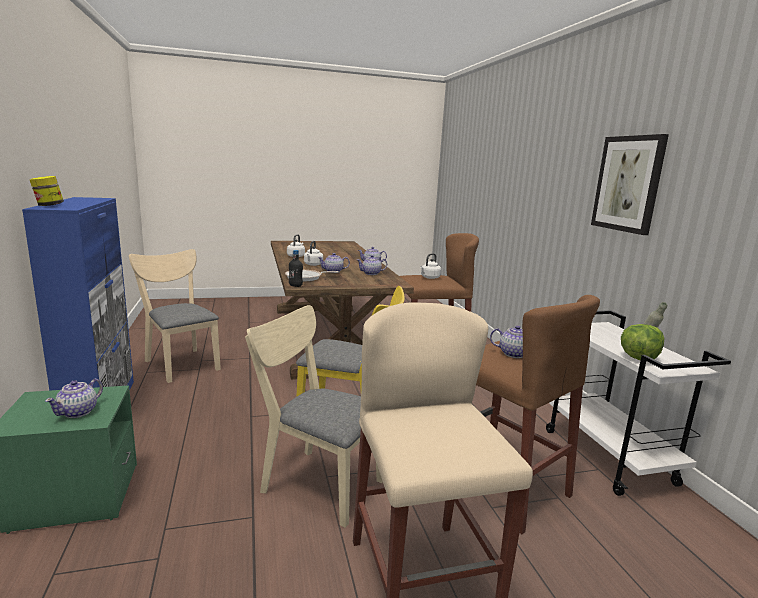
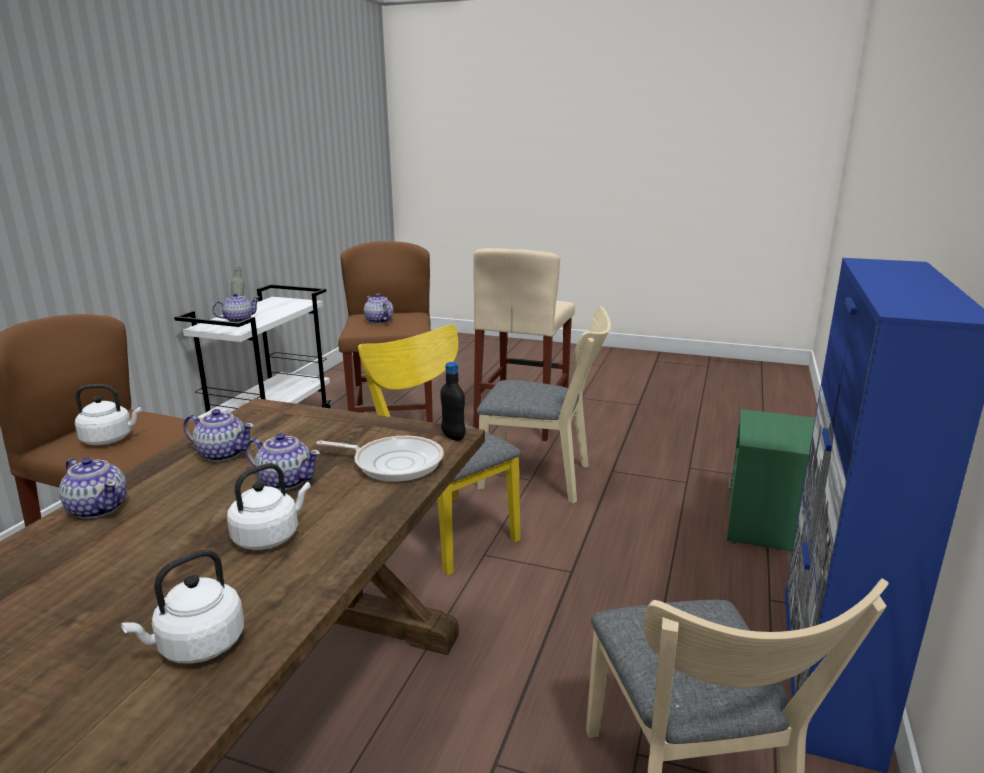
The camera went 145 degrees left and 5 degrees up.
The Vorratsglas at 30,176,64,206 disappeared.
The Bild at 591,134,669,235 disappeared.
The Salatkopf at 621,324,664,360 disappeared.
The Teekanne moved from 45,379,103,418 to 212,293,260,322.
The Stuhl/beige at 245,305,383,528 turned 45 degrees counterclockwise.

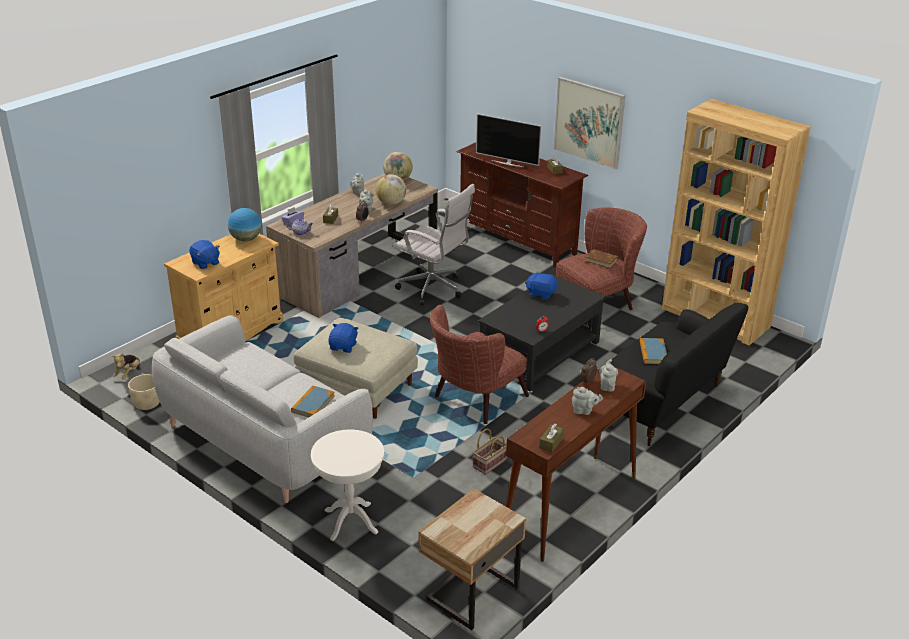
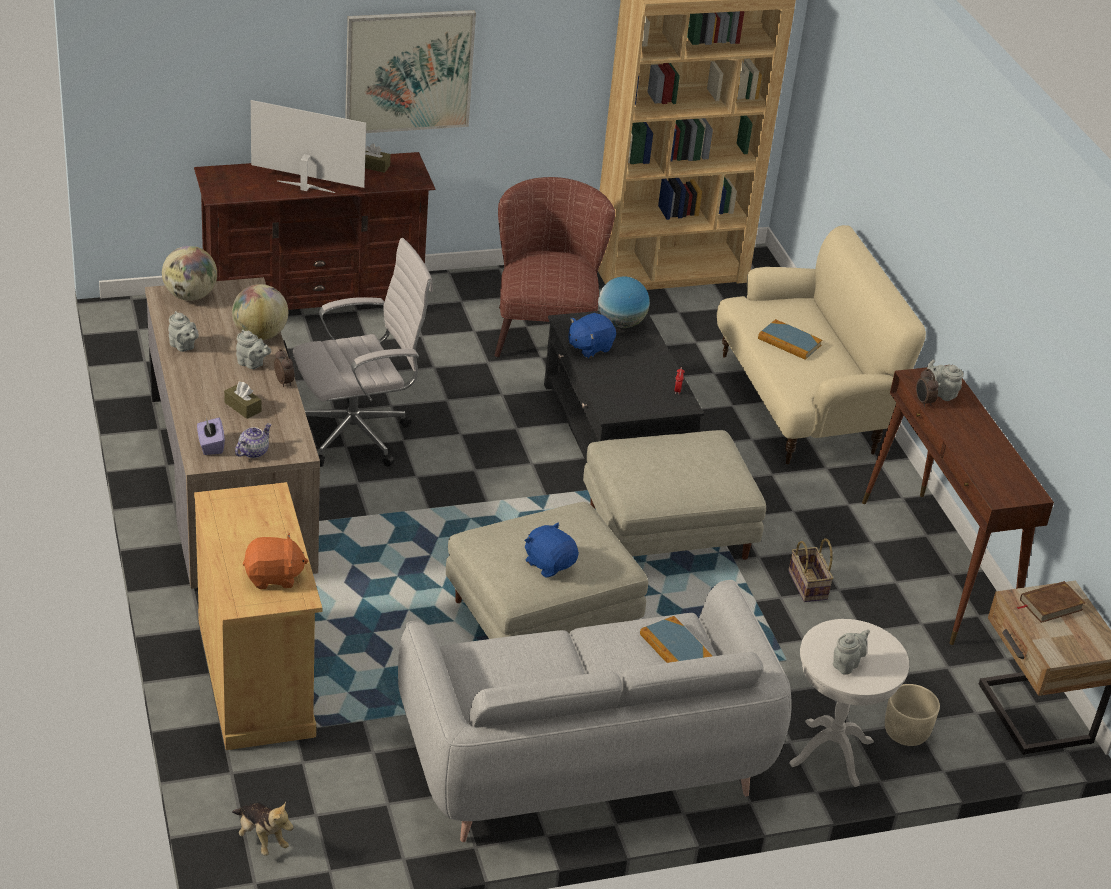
The camera went 60 degrees left and 5 degrees up.
The Taschentuchbox/braun at 539,424,564,452 disappeared.
The Pflanzkübel/beige moved from 128,374,160,410 to 885,684,940,746.
The Globus moved from 228,208,262,241 to 598,276,650,328.
The Teekanne/grau moved from 572,387,603,415 to 833,629,870,675.
The Buch/braun moved from 586,249,618,268 to 1017,581,1085,623.
The Sessel/braun at 430,305,529,424 was replaced by the Polsterhocker/beige at 583,430,766,560.
The Plüschtier/blau at 189,240,220,269 became the Plüschtier/orange at 243,533,308,589.
The Sofa/schwarz at 599,303,748,446 became the Sofa/beige at 717,225,926,465.
The Fernseher at 476,114,541,167 turned 135 degrees counterclockwise.

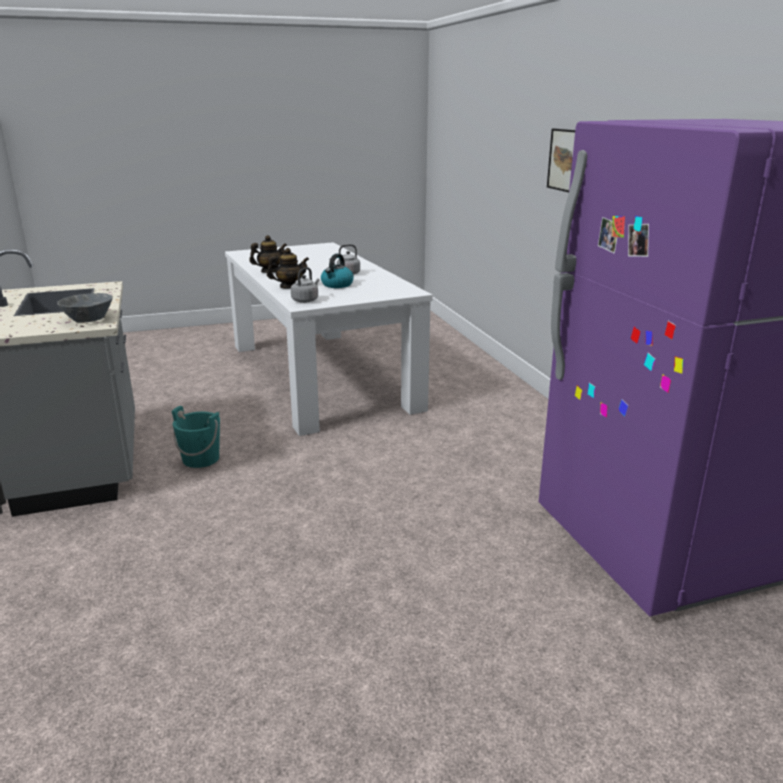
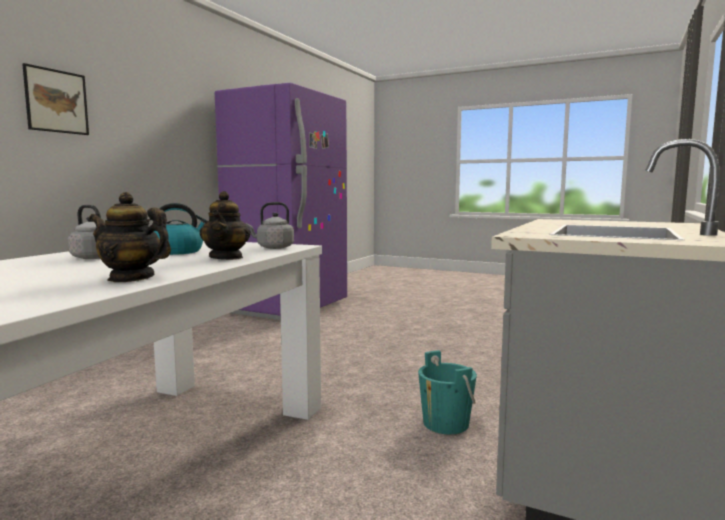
The camera went 135 degrees left and 15 degrees down.
The Schüssel/grau at 57,293,113,323 disappeared.
The Teekanne at 267,248,309,289 turned 120 degrees counterclockwise.

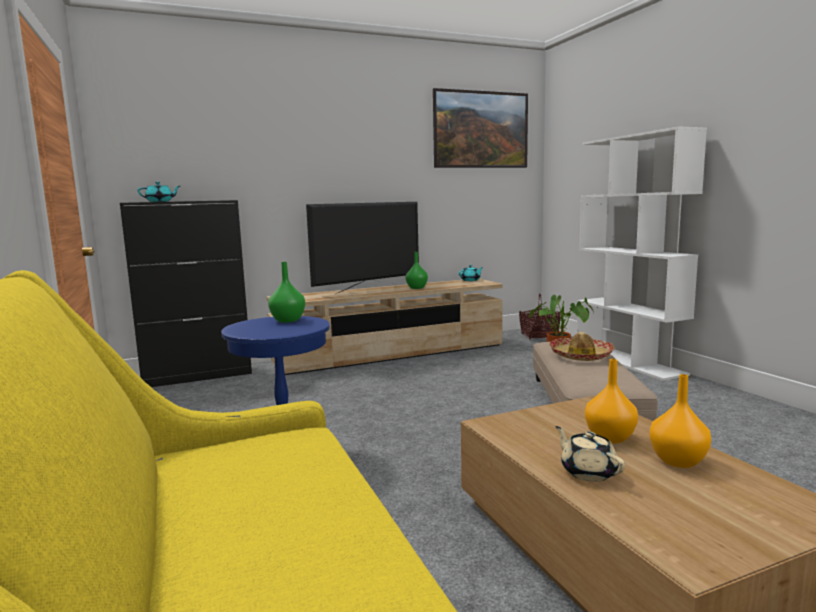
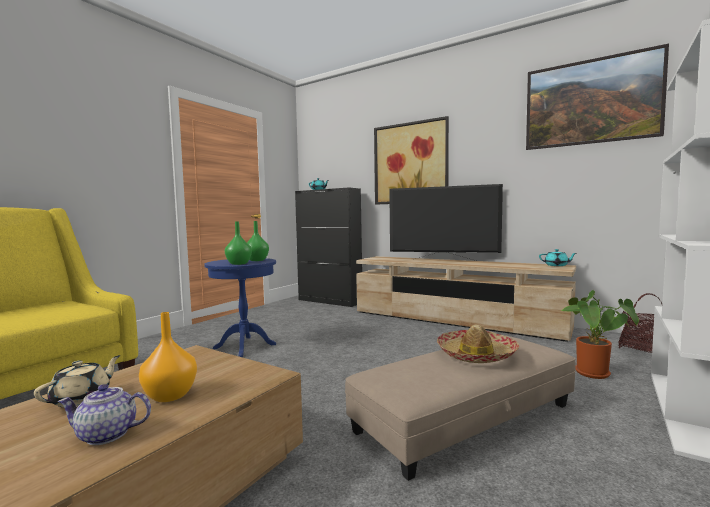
The camera went 55 degrees right and 5 degrees down.
The Bild at 374,116,449,205 appeared.
The Vase/grün moved from 406,252,428,289 to 225,221,252,265.
The Vase/orange at 649,374,711,468 was replaced by the Teekanne at 58,384,151,445.

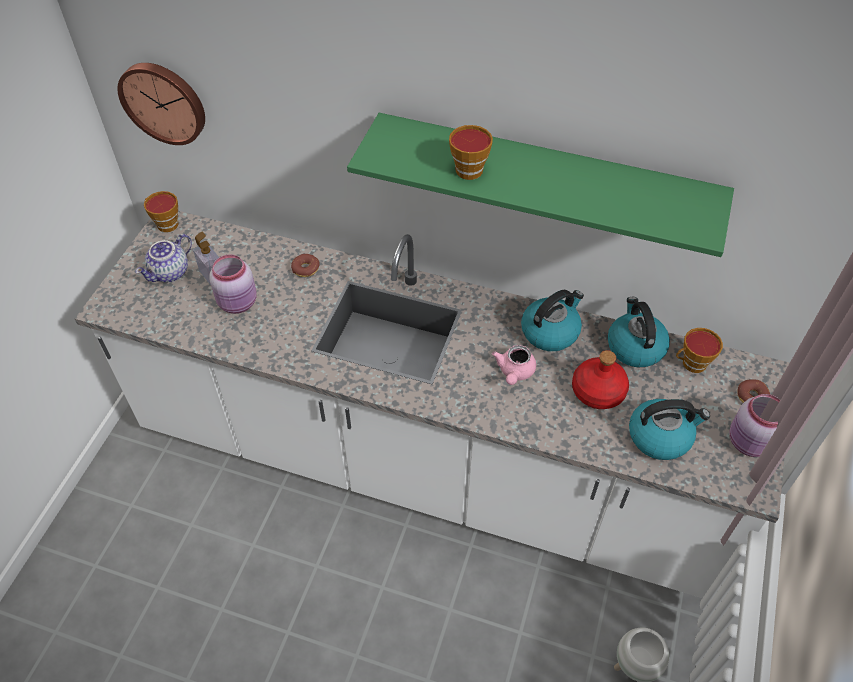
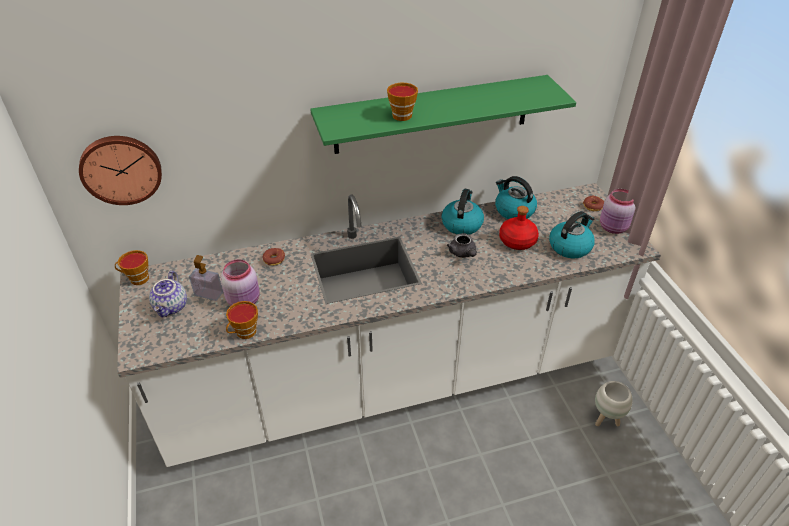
The camera went 35 degrees left and 10 degrees down.
The Tasse moved from 676,328,723,373 to 226,301,258,339.
The Teekanne/rosa at 492,345,536,385 became the Teekanne/grau at 447,233,477,258.

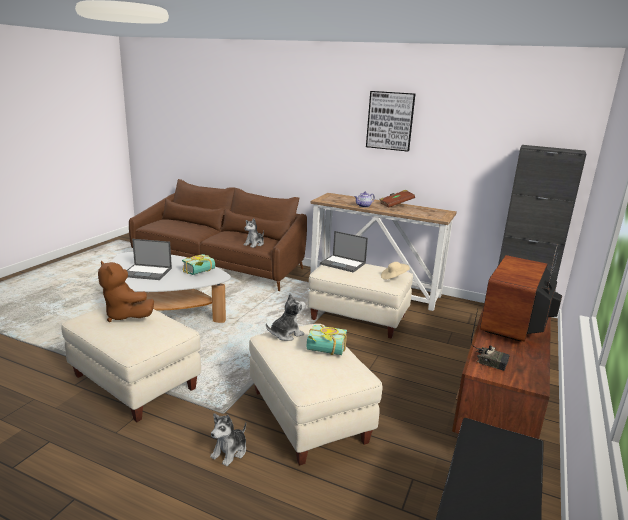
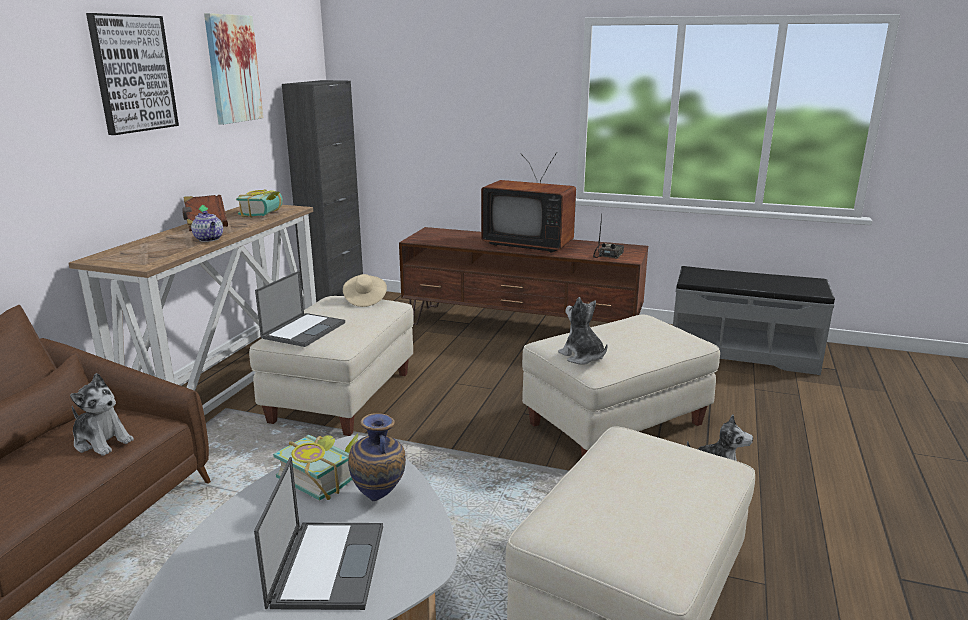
The camera went 95 degrees left and 0 degrees up.
The Plüschtier/braun at 98,260,154,322 disappeared.
The Bild at 204,13,263,125 appeared.
The Vase at 348,413,406,501 appeared.
The Buch moved from 307,324,347,355 to 236,189,283,218.

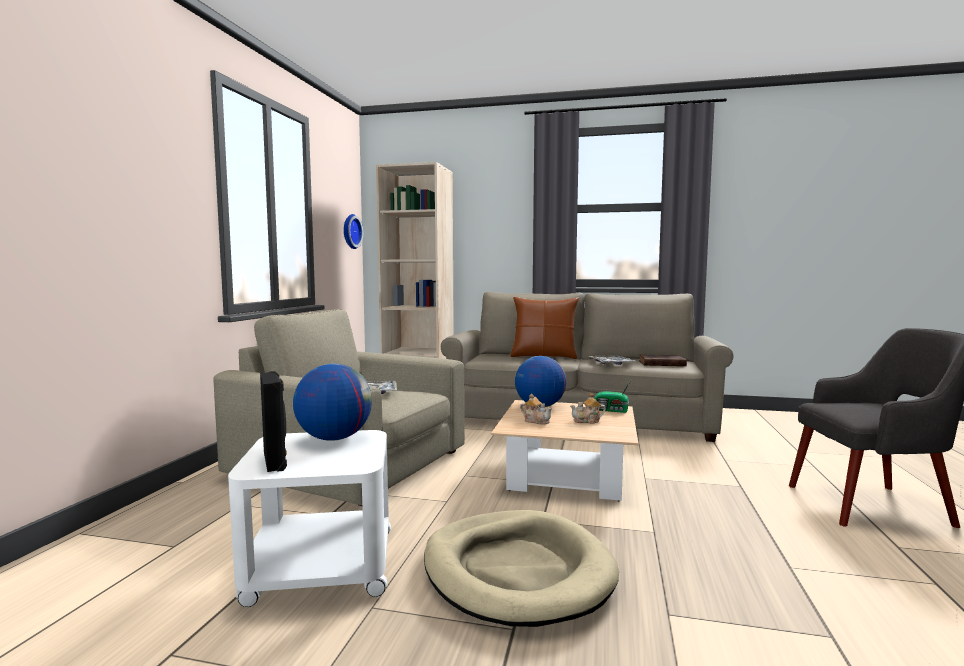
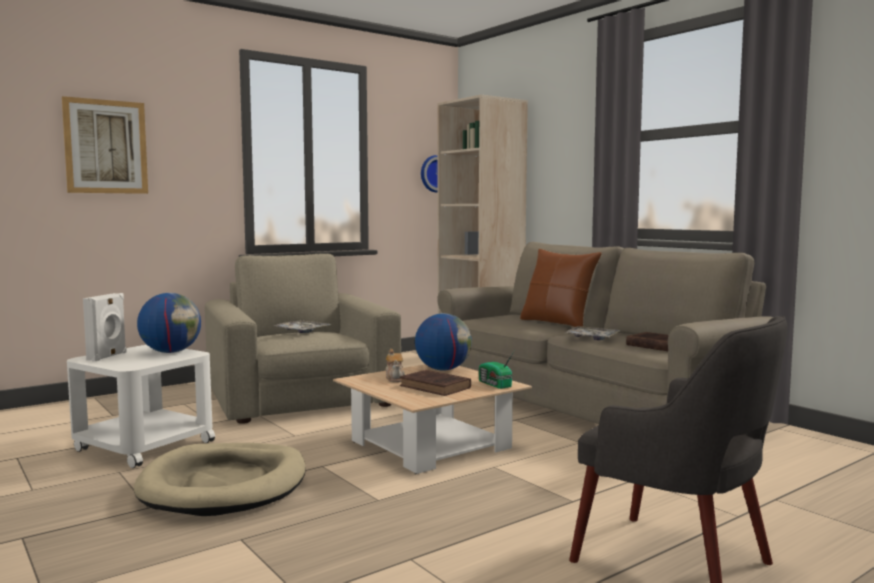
The camera went 40 degrees right and 0 degrees up.
The Bild at 62,96,148,194 appeared.
The Teekanne at 570,393,606,424 was replaced by the Buch/braun at 400,370,471,396.
The Lautsprecher/schwarz at 260,371,287,472 became the Lautsprecher/weiß at 83,293,126,361.

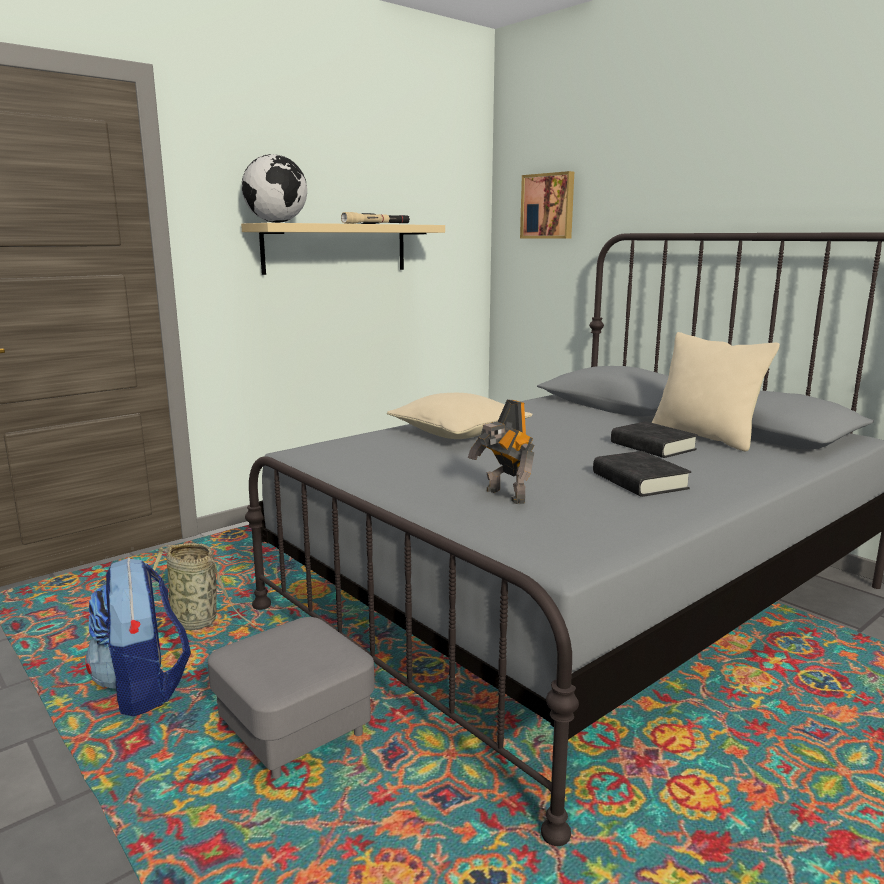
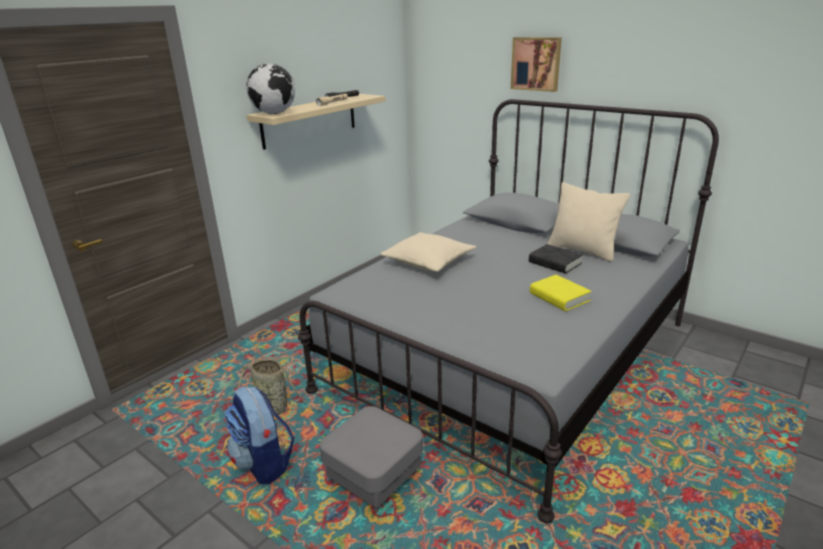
The camera went 10 degrees left and 10 degrees up.
The Spielzeugroboter at 468,399,534,504 disappeared.
The Bild moved from 520,171,574,239 to 511,37,562,92.
The Buch/schwarz at 593,451,691,497 became the Buch/gelb at 530,275,592,311.

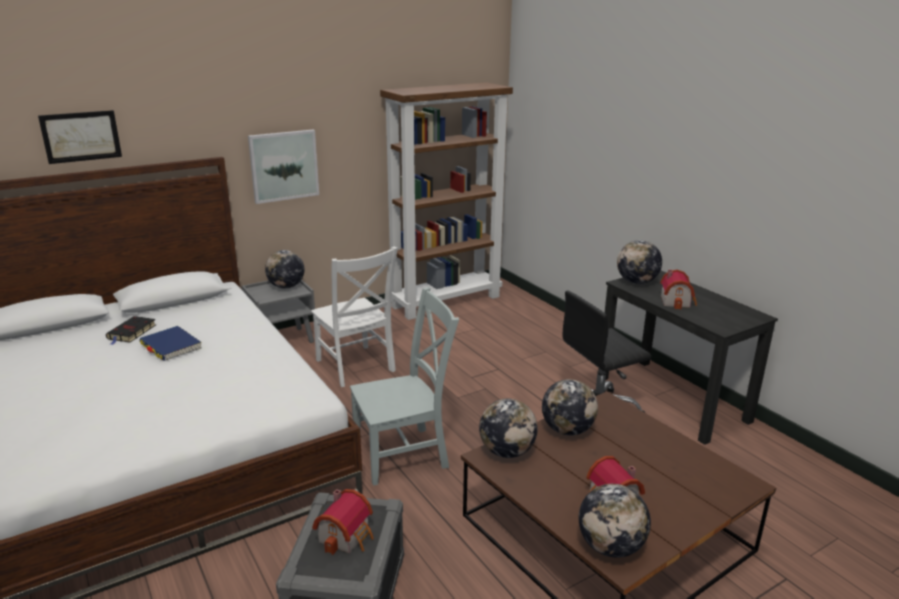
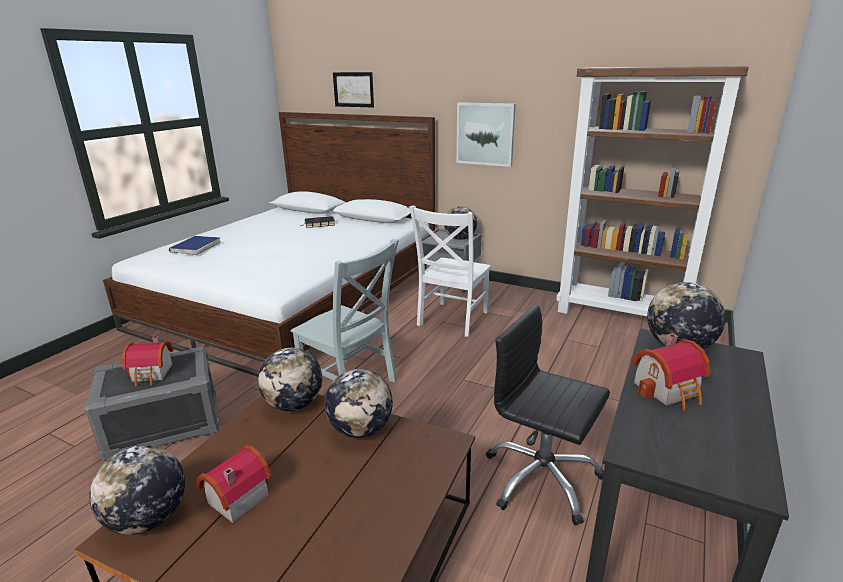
The camera went 60 degrees right and 0 degrees up.
The Buch/blau moved from 139,326,202,361 to 169,236,221,255.

